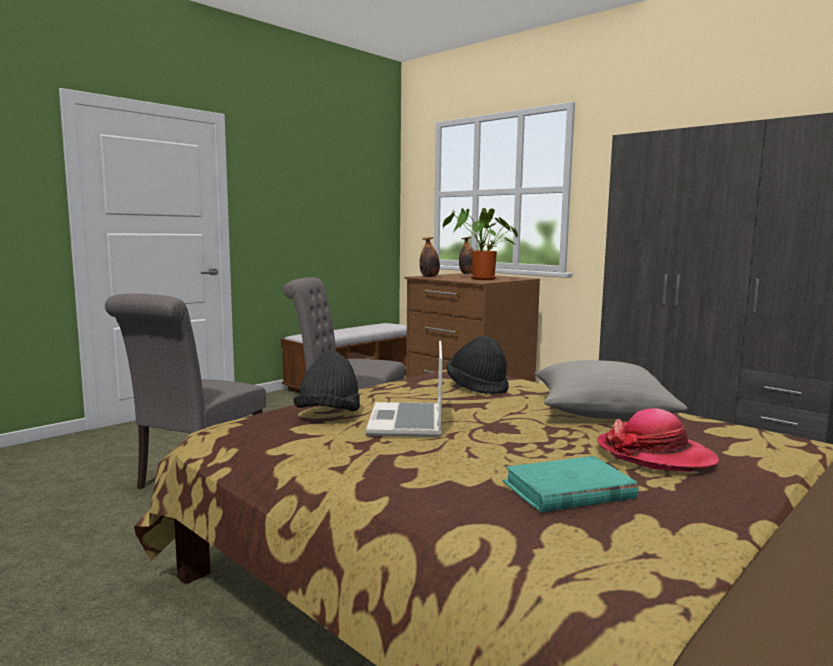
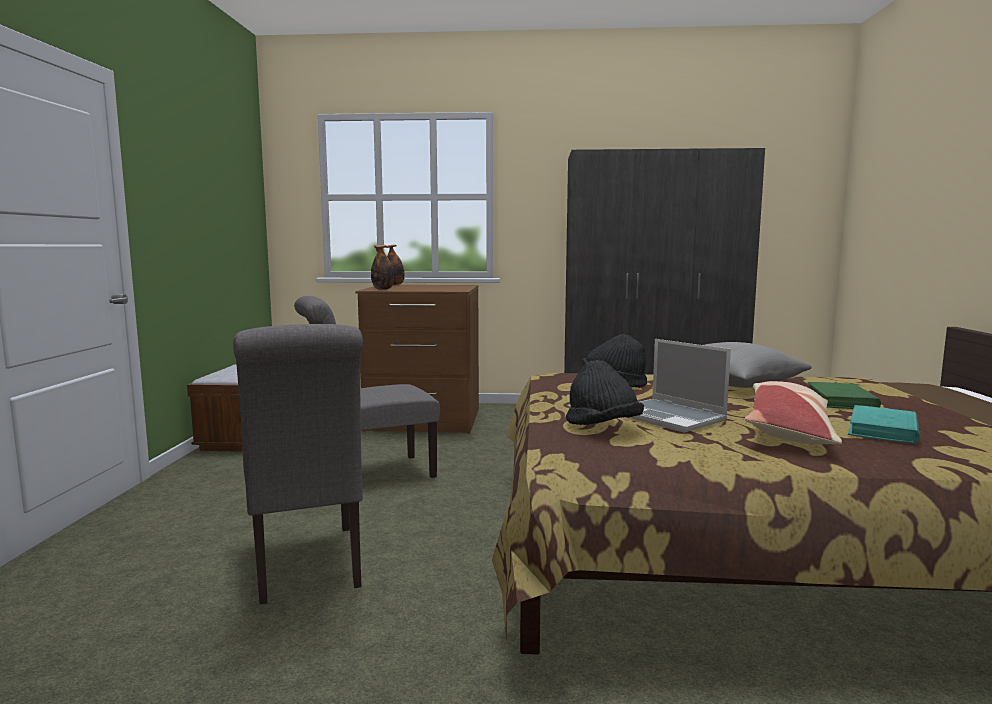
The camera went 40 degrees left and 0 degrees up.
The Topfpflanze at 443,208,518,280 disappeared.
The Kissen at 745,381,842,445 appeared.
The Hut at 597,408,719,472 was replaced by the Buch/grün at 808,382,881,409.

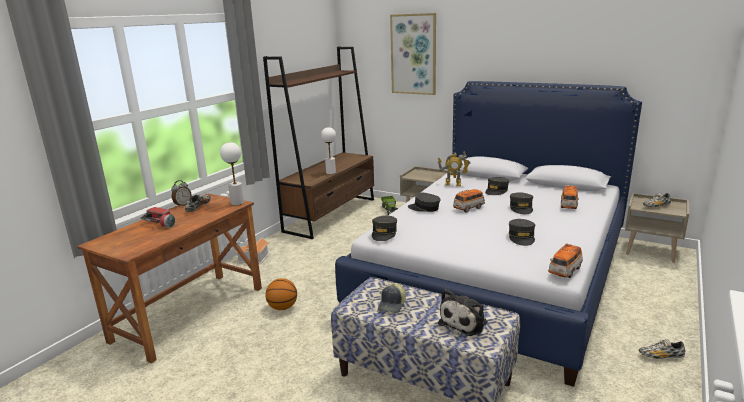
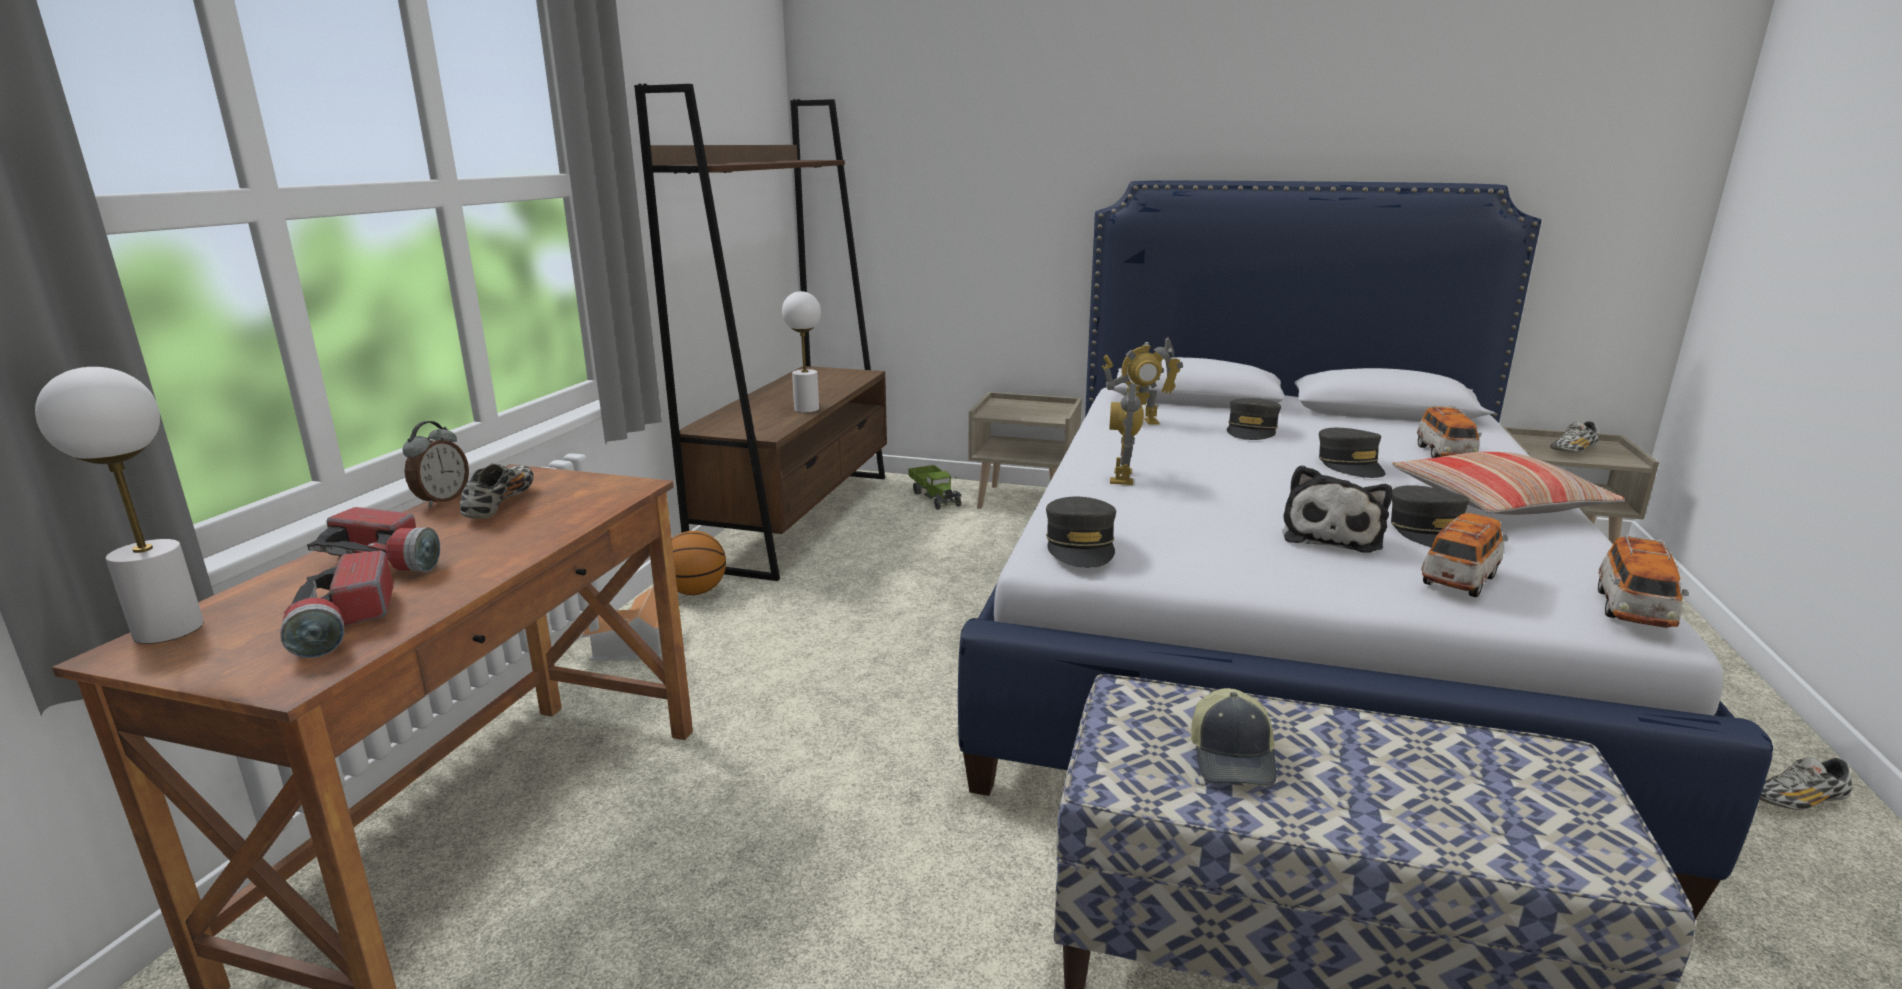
The camera went 15 degrees left and 0 degrees up.
The Bild at 390,13,436,95 disappeared.
The Taschenlampe at 280,551,393,658 appeared.
The Kissen at 1392,452,1624,515 appeared.
The Tischlampe/weiß moved from 220,142,244,205 to 35,367,204,644.
The Basketball moved from 265,278,297,310 to 672,531,726,595.
The Plüschtier moved from 438,289,487,336 to 1282,465,1392,553.
The Spielzeugauto moved from 453,189,485,213 to 1421,513,1508,597.
The Kappe/grau at 408,192,441,212 was replaced by the Spielzeugroboter at 1109,384,1144,485.

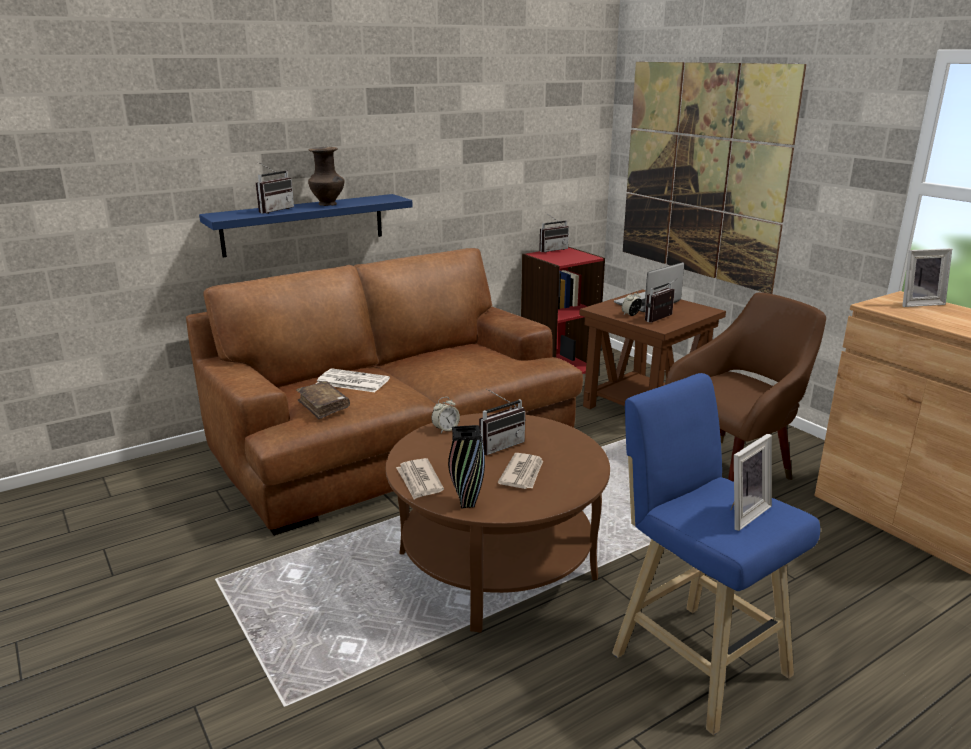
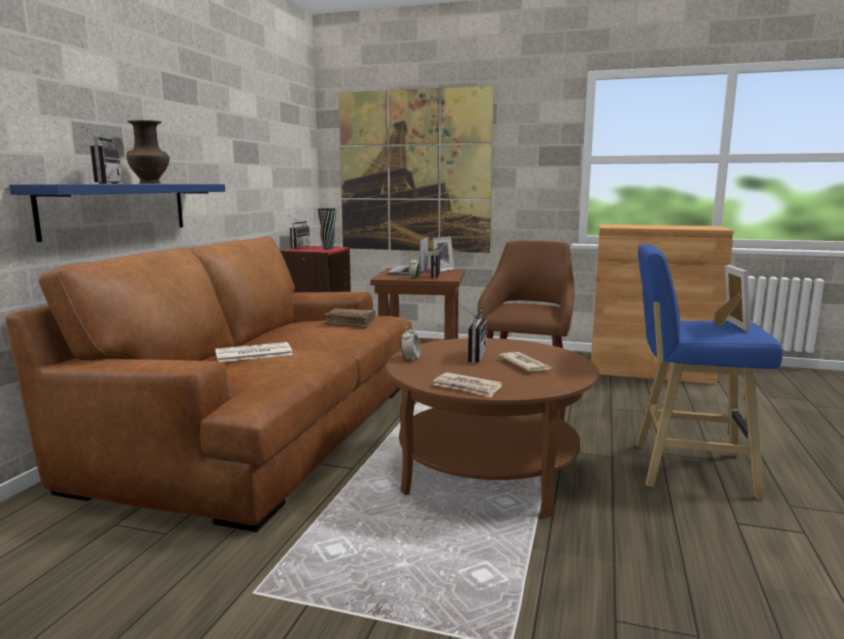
The camera went 40 degrees left and 10 degrees down.
The Buch/braun moved from 296,381,350,419 to 324,308,375,328.
The Vase/schwarz moved from 448,425,485,508 to 318,208,336,249.
The Bilderrahmen moved from 902,248,952,307 to 433,237,455,272.

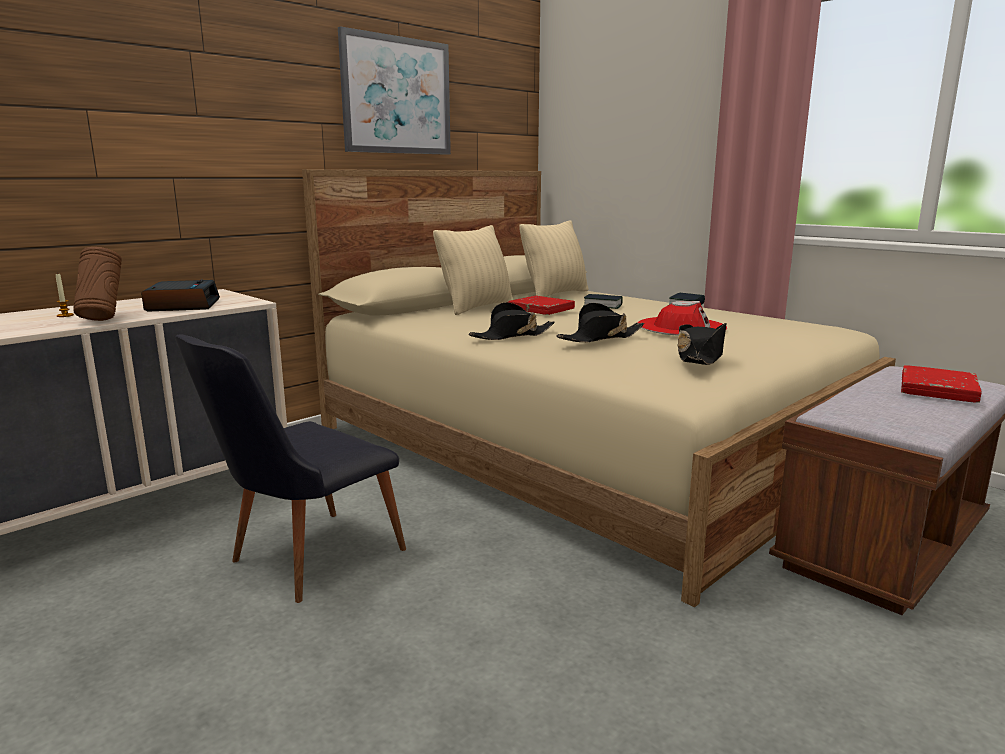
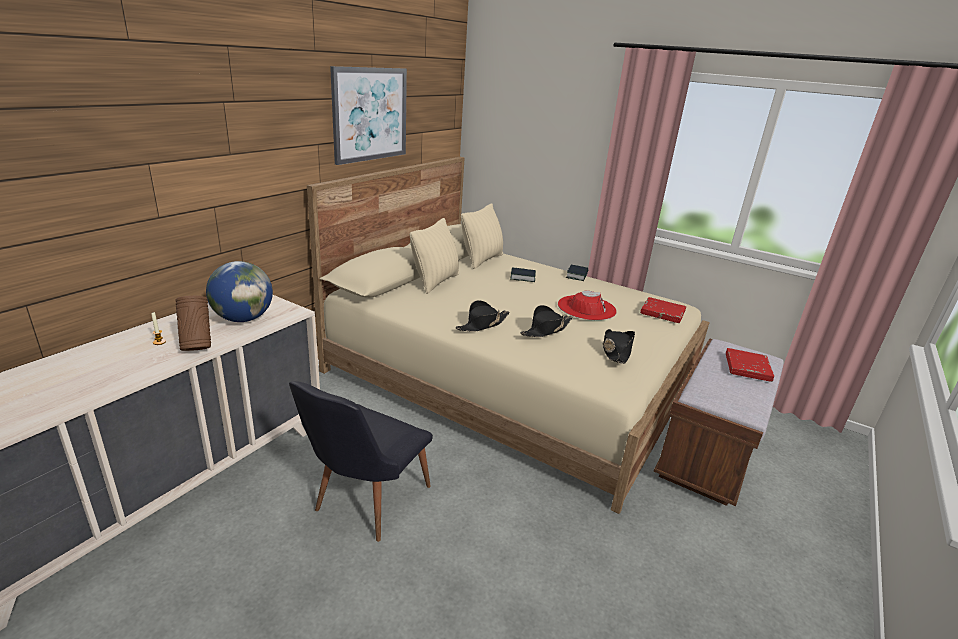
The camera went 15 degrees left and 10 degrees up.
The Buch/rot moved from 508,296,575,315 to 640,297,686,323.
The Wecker at 141,280,220,312 was replaced by the Globus at 206,261,273,322.

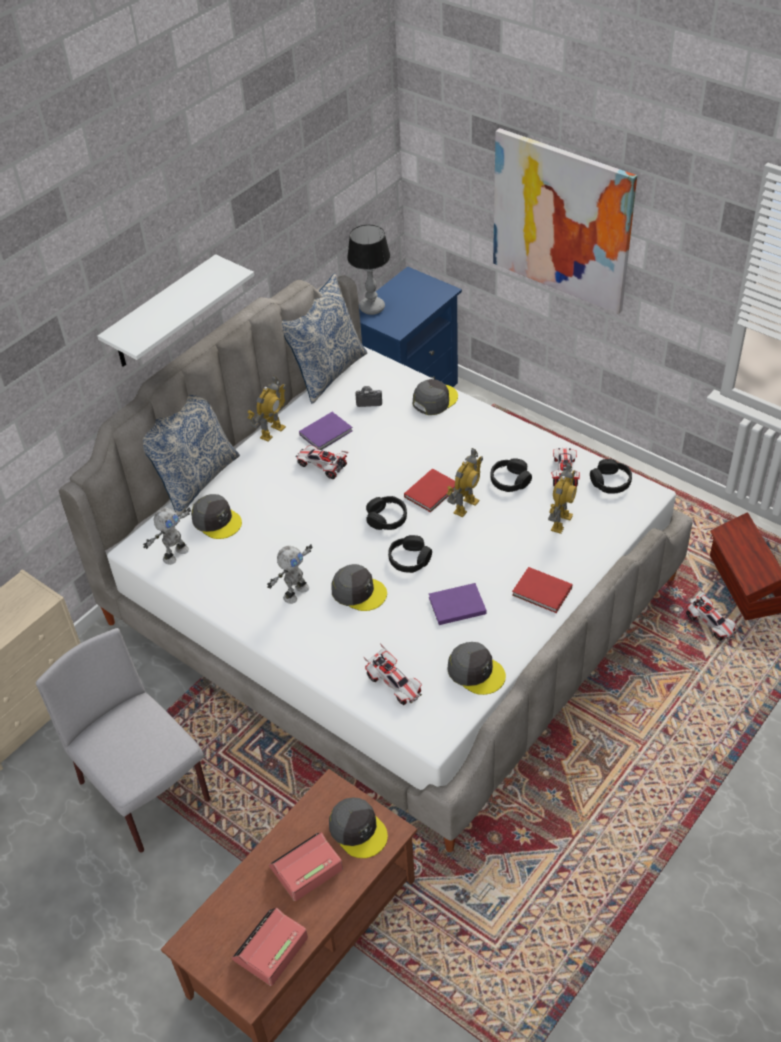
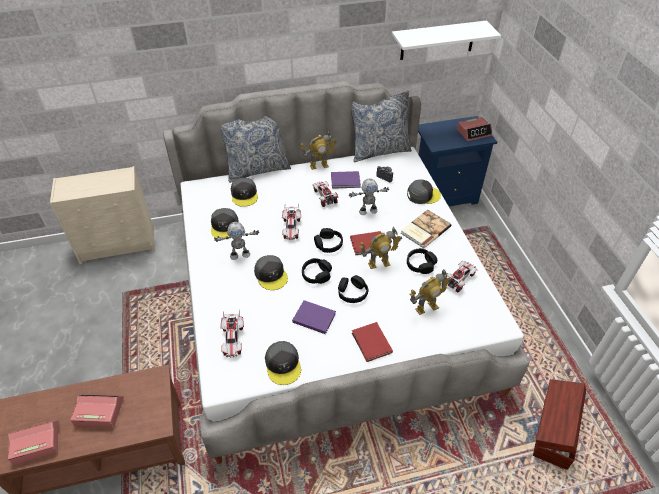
The camera went 35 degrees right and 0 degrees up.
The Stuhl/grau at 36,628,210,853 disappeared.
The Tischlampe at 347,225,390,315 disappeared.
The Bild at 493,128,637,314 disappeared.
The Buch at 401,210,451,248 appeared.
The Wecker at 457,117,492,141 appeared.
The Wandregal/weiß moved from 97,254,254,367 to 392,20,501,60.
The Spielzeugroboter moved from 143,507,191,565 to 349,178,389,215.
The Kappe/grau moved from 329,797,388,858 to 211,208,239,240.
The Kopfhörer/schwarz moved from 590,459,632,494 to 338,275,368,303.
The Spielzeugauto moved from 686,588,737,641 to 282,204,301,240.

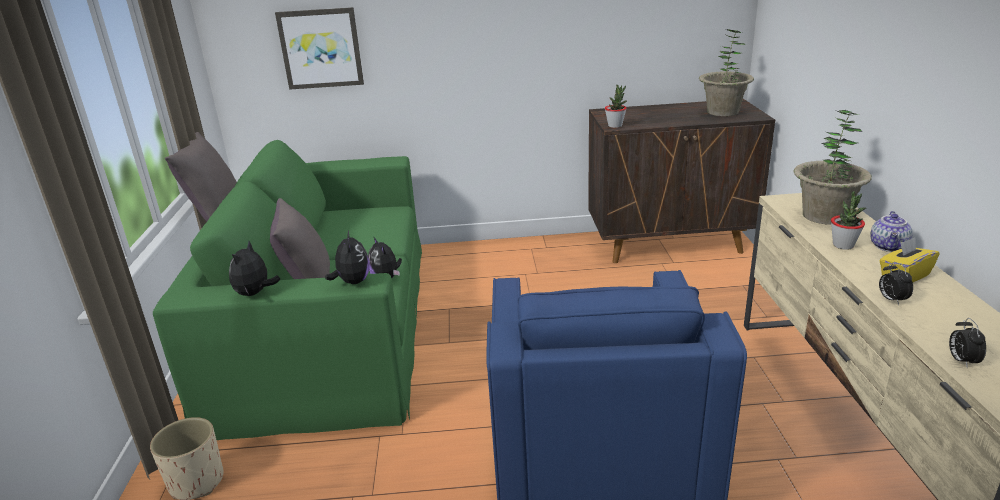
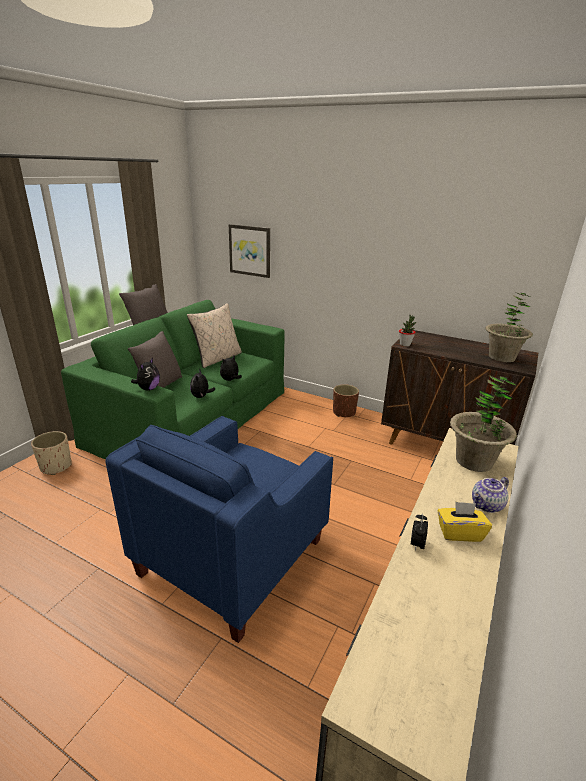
The camera went 30 degrees right and 0 degrees up.
The Topfpflanze at 831,191,866,250 disappeared.
The Wecker at 949,318,986,368 disappeared.
The Kissen/beige at 187,303,242,368 appeared.
The Pflanzkübel/braun at 333,384,359,417 appeared.
The Plüschtier moved from 229,241,280,296 to 220,356,242,381.

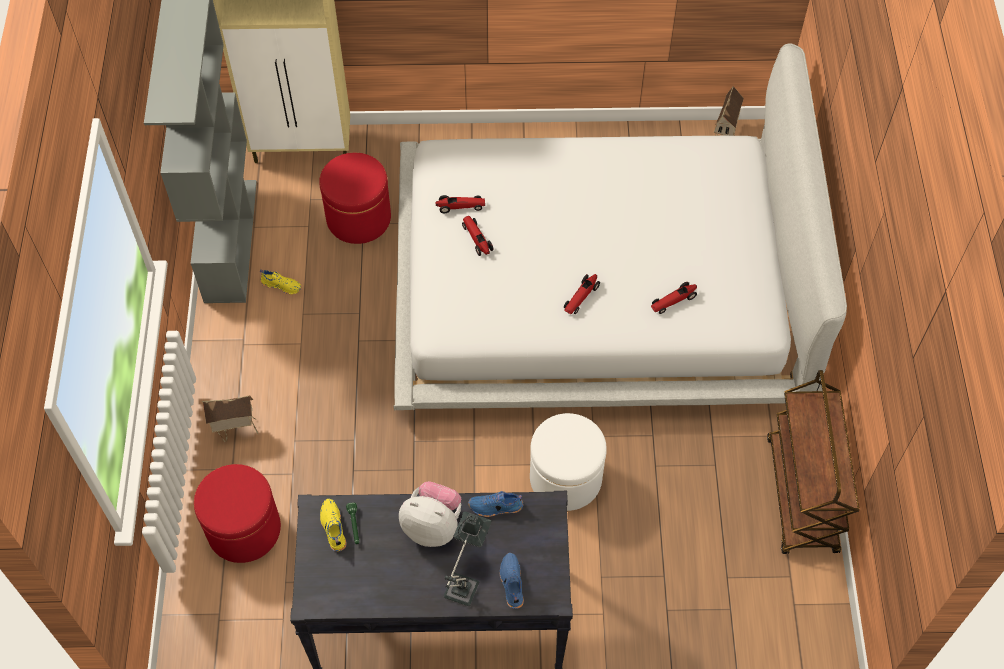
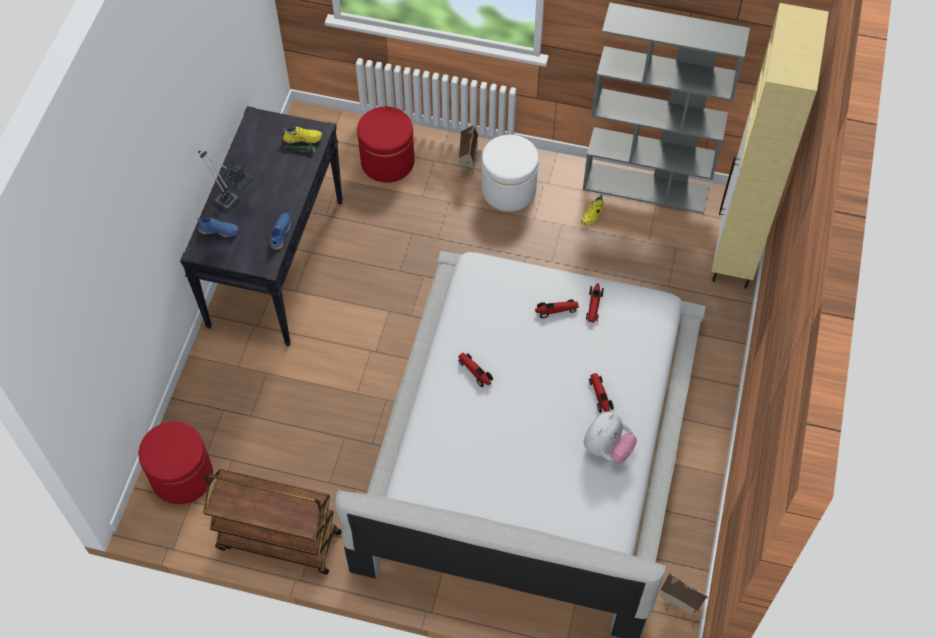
The camera went 105 degrees right and 0 degrees up.
The Polsterhocker/rot moved from 319,153,391,244 to 138,421,213,504.
The Plüschtier moved from 399,481,461,547 to 584,411,637,463.
The Polsterhocker/weiß moved from 530,413,607,511 to 482,135,539,211.
The Spielzeugauto moved from 651,282,697,314 to 589,373,614,413.

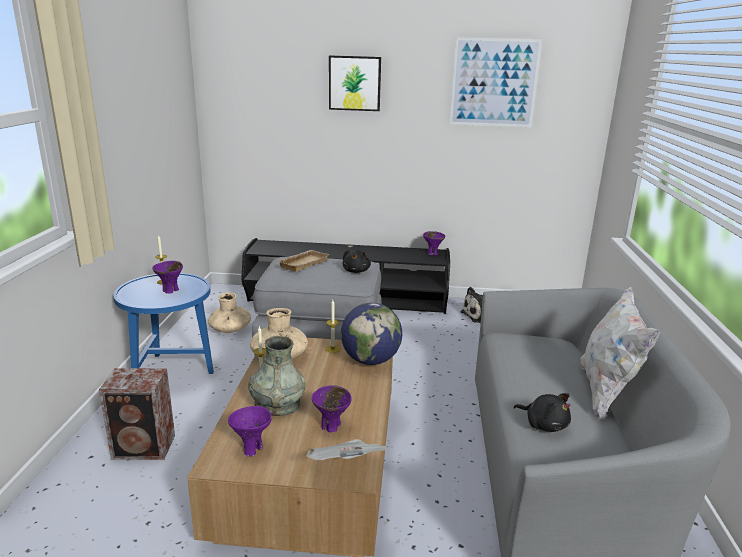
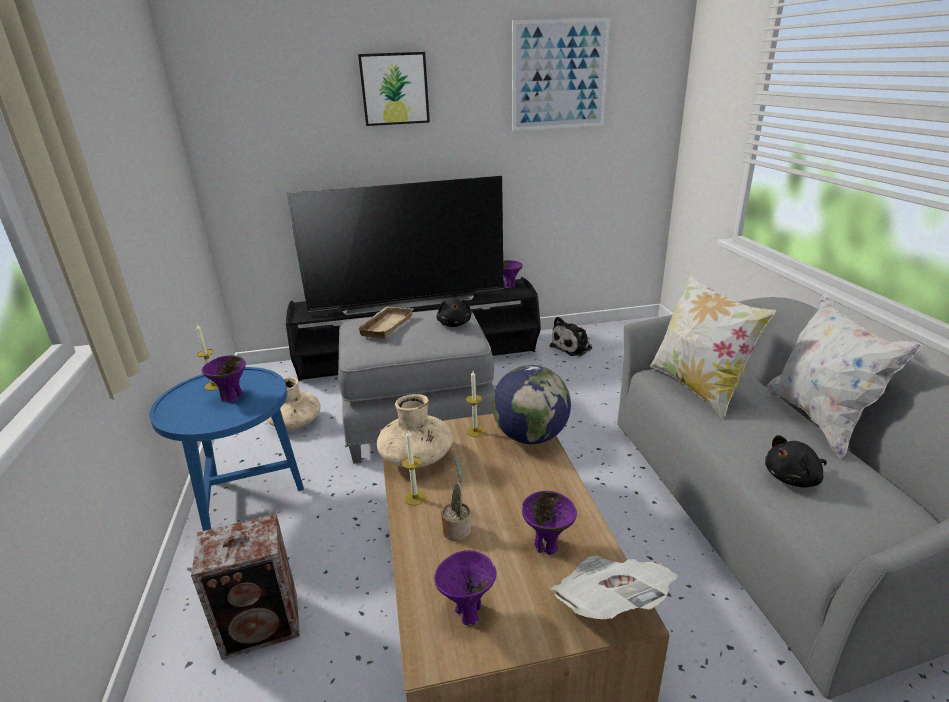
The camera went 15 degrees left and 5 degrees up.
The Fernseher at 286,176,504,315 appeared.
The Kissen at 650,274,776,419 appeared.
The Vase/grau at 248,336,306,416 was replaced by the Topfpflanze at 441,456,471,541.
The Plüschtier/schwarz at 513,393,571,432 turned 135 degrees clockwise.

